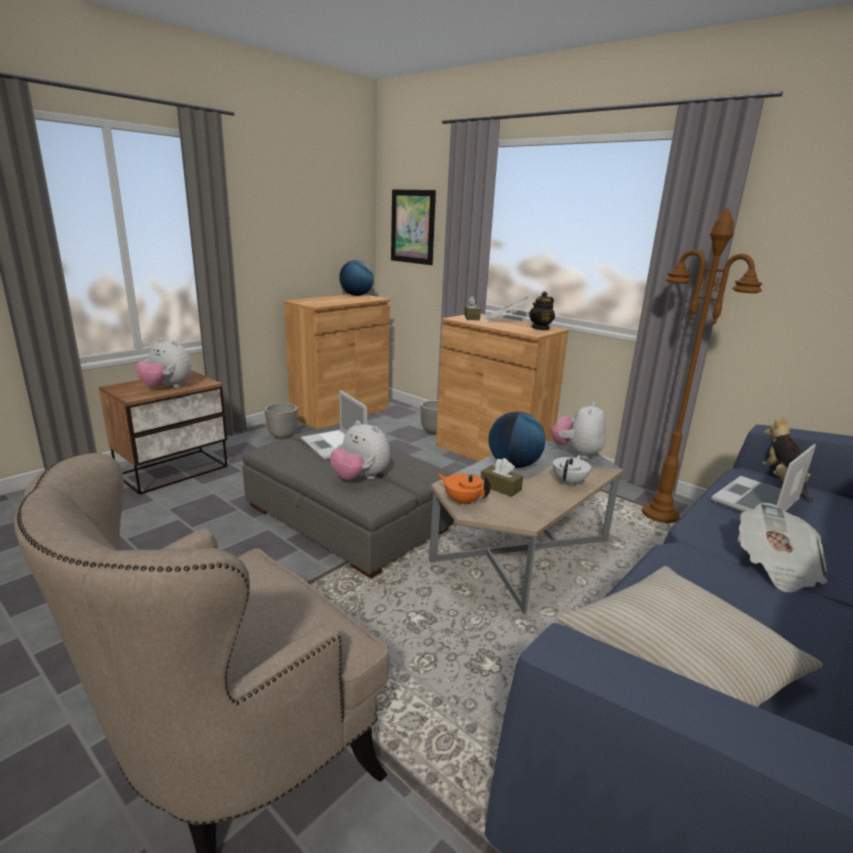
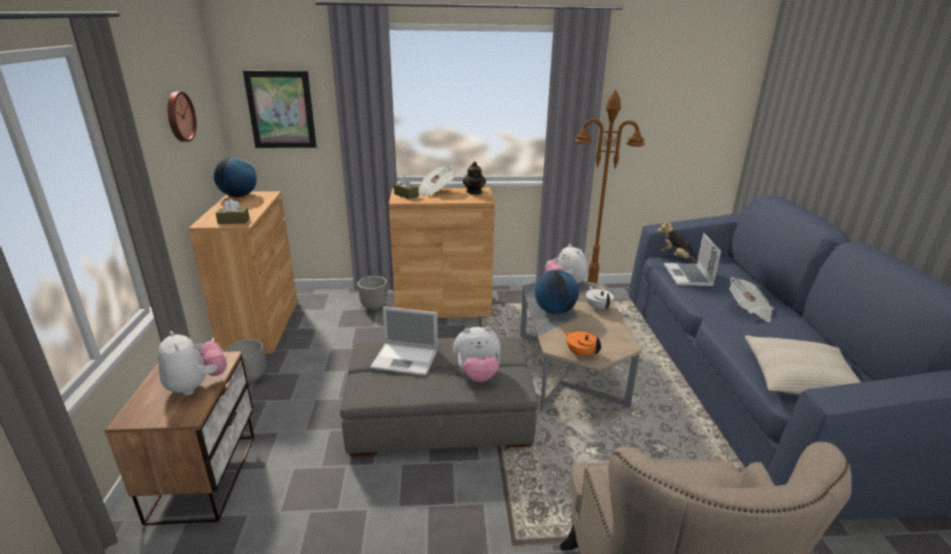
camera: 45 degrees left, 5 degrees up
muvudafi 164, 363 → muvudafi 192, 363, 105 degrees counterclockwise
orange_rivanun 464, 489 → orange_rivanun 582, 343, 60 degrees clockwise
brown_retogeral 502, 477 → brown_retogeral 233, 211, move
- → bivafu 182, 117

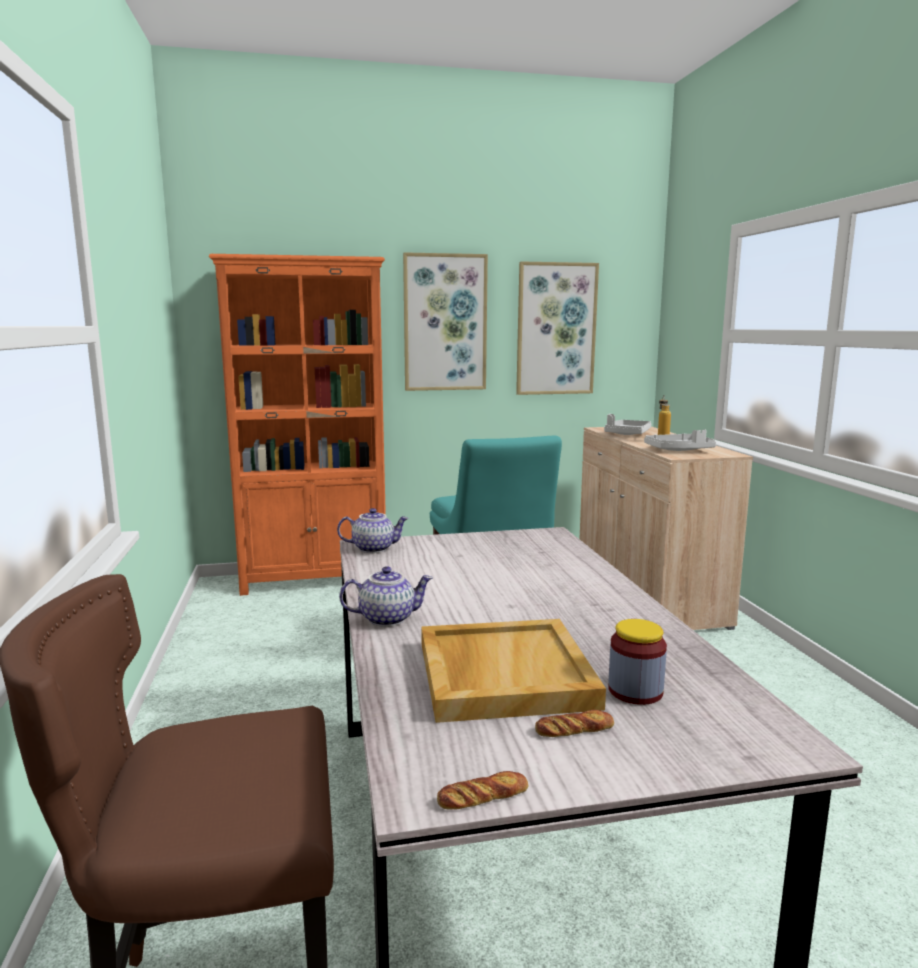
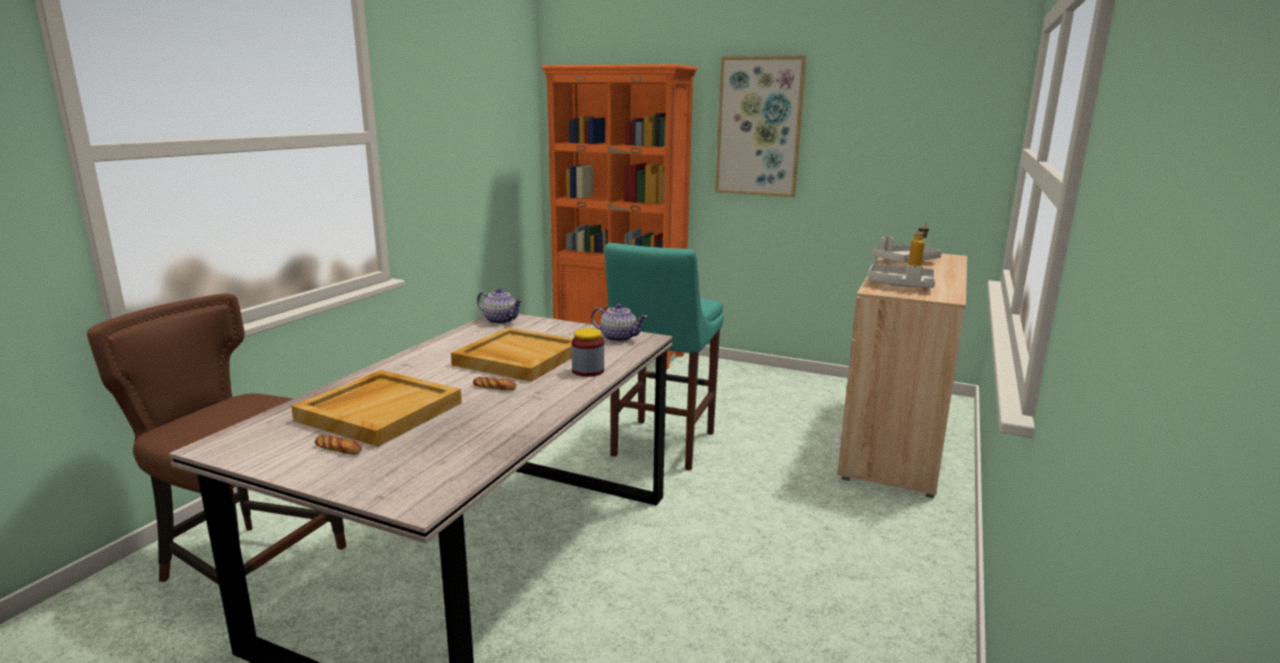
camera: 35 degrees right, 5 degrees up
rivanun 386, 596 → rivanun 619, 322, move
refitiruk 482, 790 → refitiruk 494, 384, move
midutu 557, 328 → -
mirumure 637, 662 → mirumure 588, 352, move
- → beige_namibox 512, 354

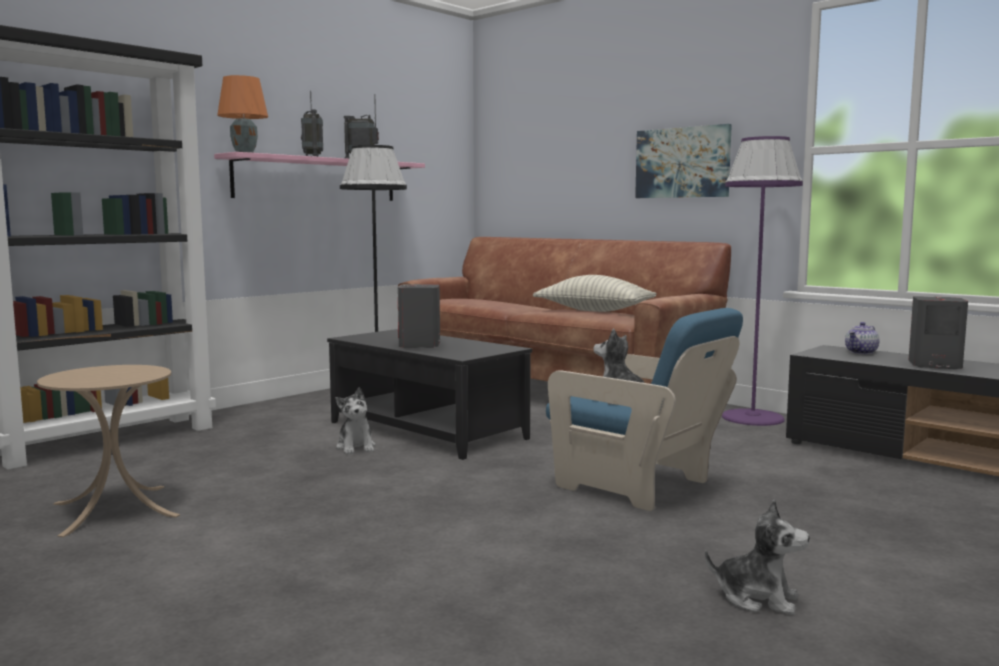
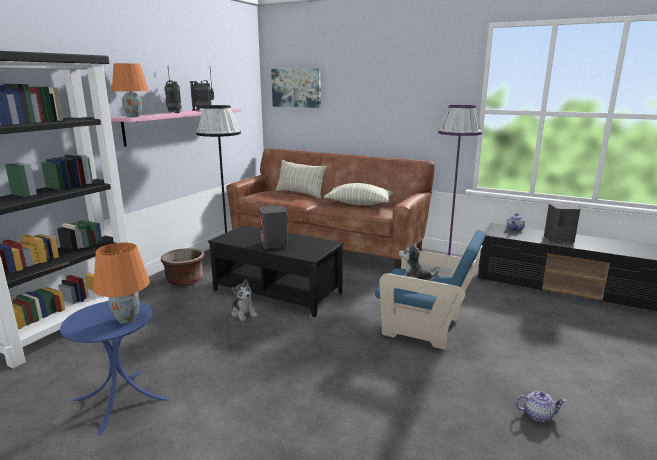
camera: 15 degrees left, 10 degrees up
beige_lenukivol 108, 451 → blue_lenukivol 115, 368
midutu 683, 161 → midutu 296, 88, move
muvudafi 757, 557 → rivanun 540, 406
- → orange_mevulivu 121, 283
- → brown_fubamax 183, 267
- → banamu 301, 179

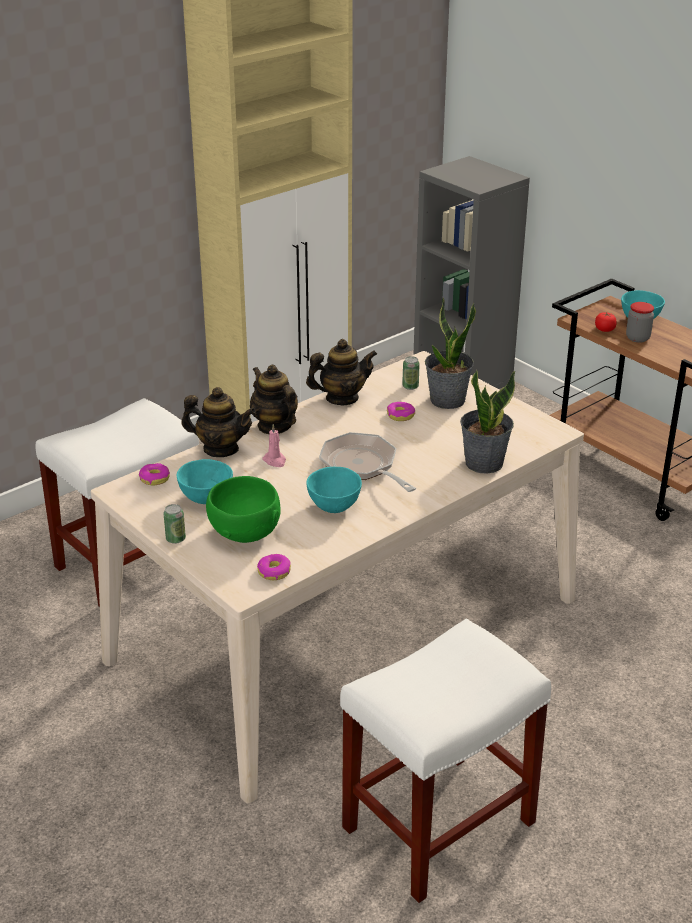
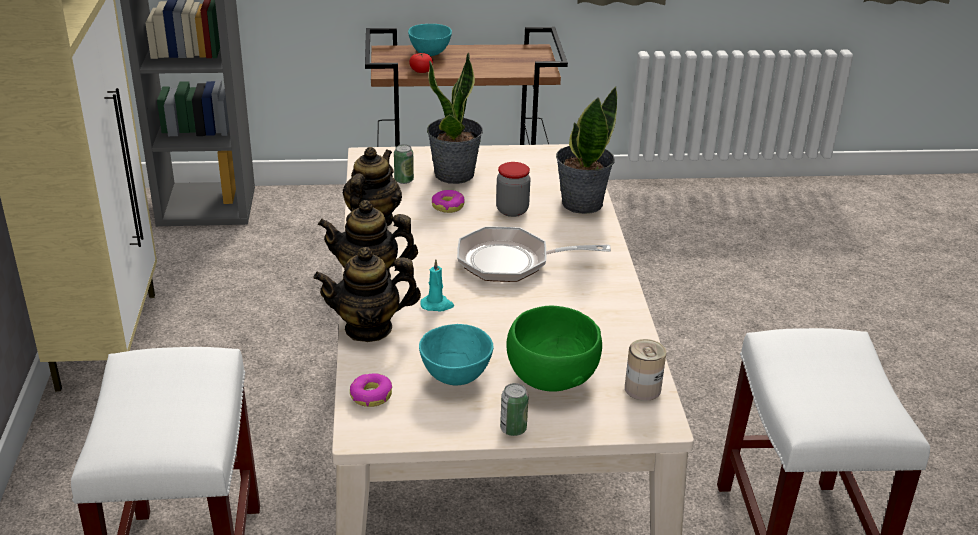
camera: 55 degrees left, 0 degrees up
rivanun 218, 422 → rivanun 367, 294, 150 degrees counterclockwise
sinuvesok 274, 567 → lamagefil 645, 370
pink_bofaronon 274, 445 → turquoise_bofaronon 437, 285
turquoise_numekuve 334, 490 → -
mirumure 640, 322 → mirumure 513, 189, move

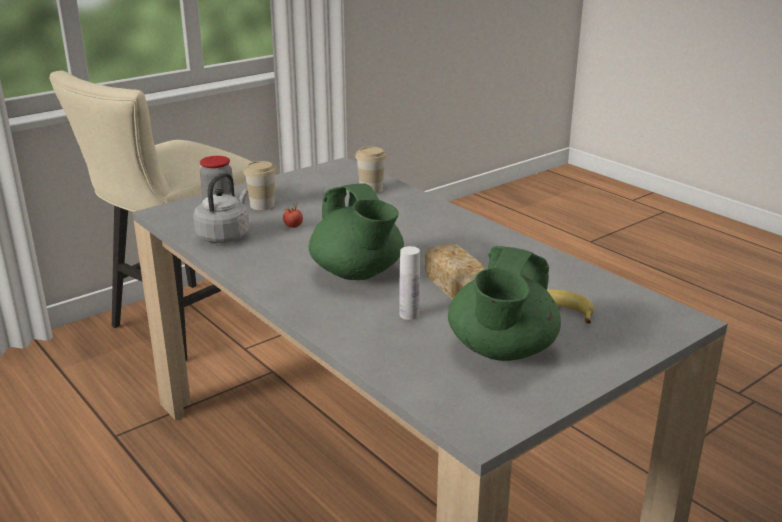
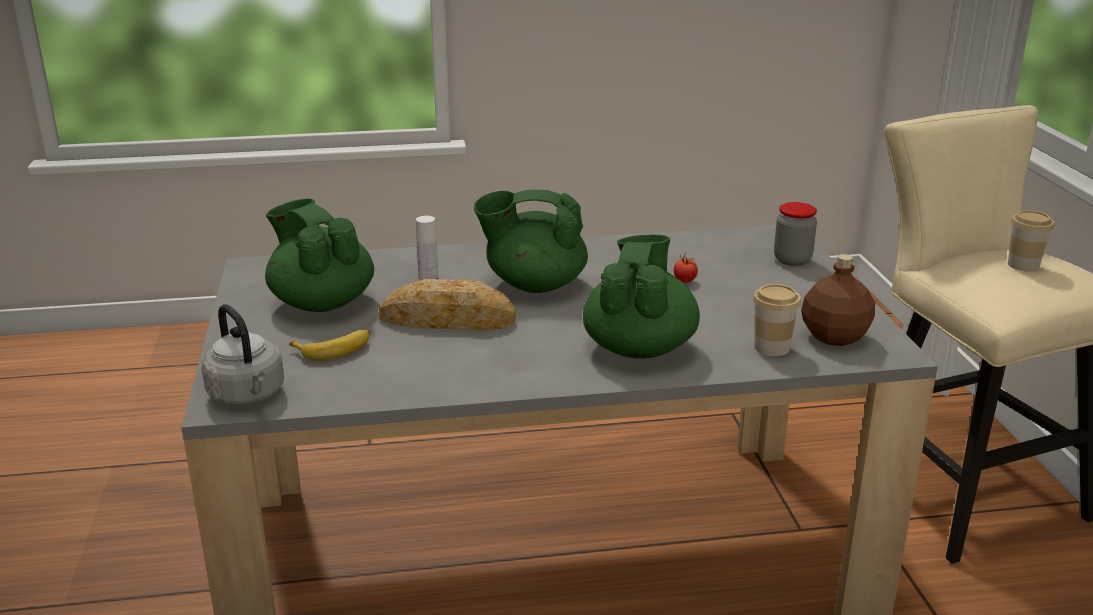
camera: 120 degrees right, 0 degrees up
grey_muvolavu 221, 208 → grey_muvolavu 243, 355, move
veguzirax 259, 185 → veguzirax 1031, 241, move
- → green_rivanun 641, 297
- → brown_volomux 838, 300

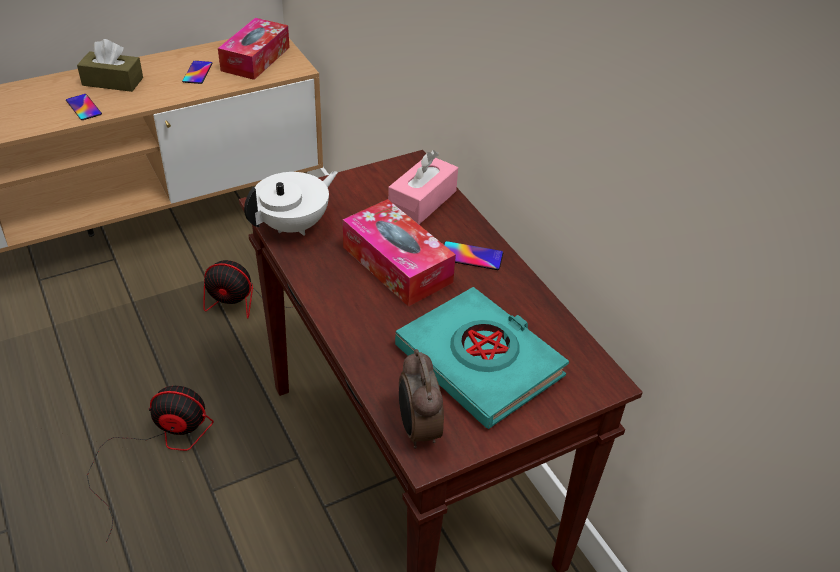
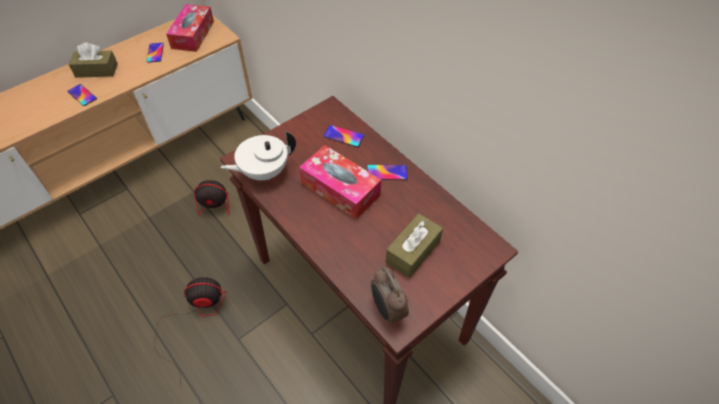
camera: 10 degrees left, 10 degrees up
white_rivanun 291, 203 → white_rivanun 258, 155, 150 degrees counterclockwise
pink_retogeral 423, 187 → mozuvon 344, 136
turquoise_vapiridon 482, 358 → brown_retogeral 414, 245

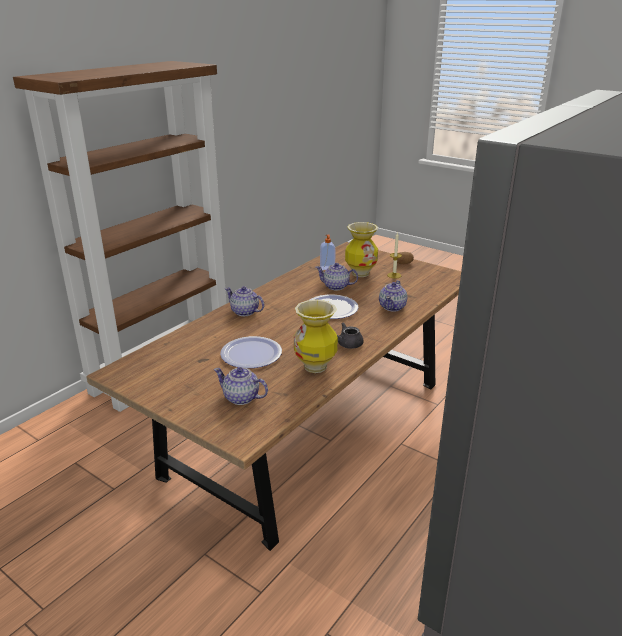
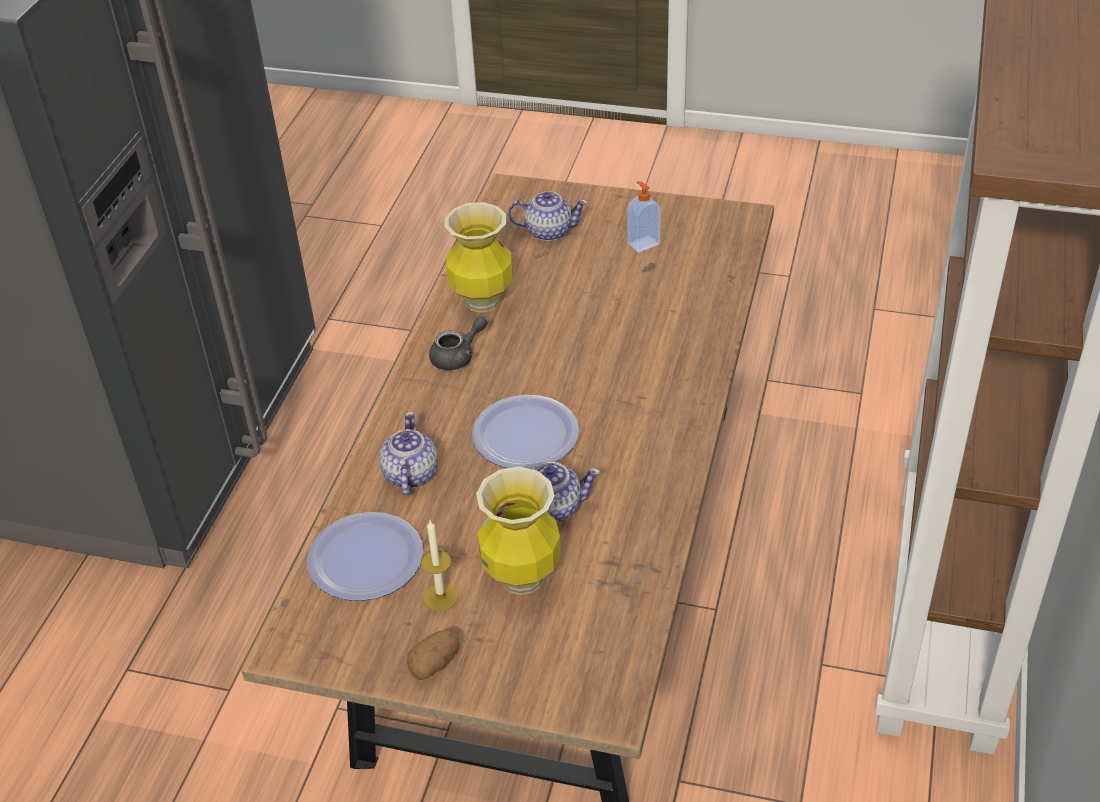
camera: 160 degrees right, 15 degrees up
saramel 251, 352 → saramel 365, 556, move
rivanun 244, 301 → -
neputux 328, 252 → neputux 644, 217, move

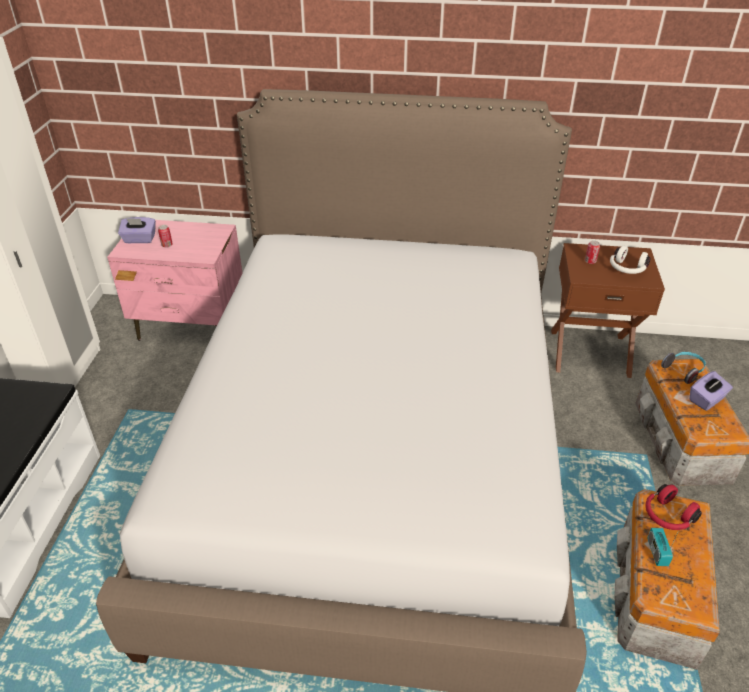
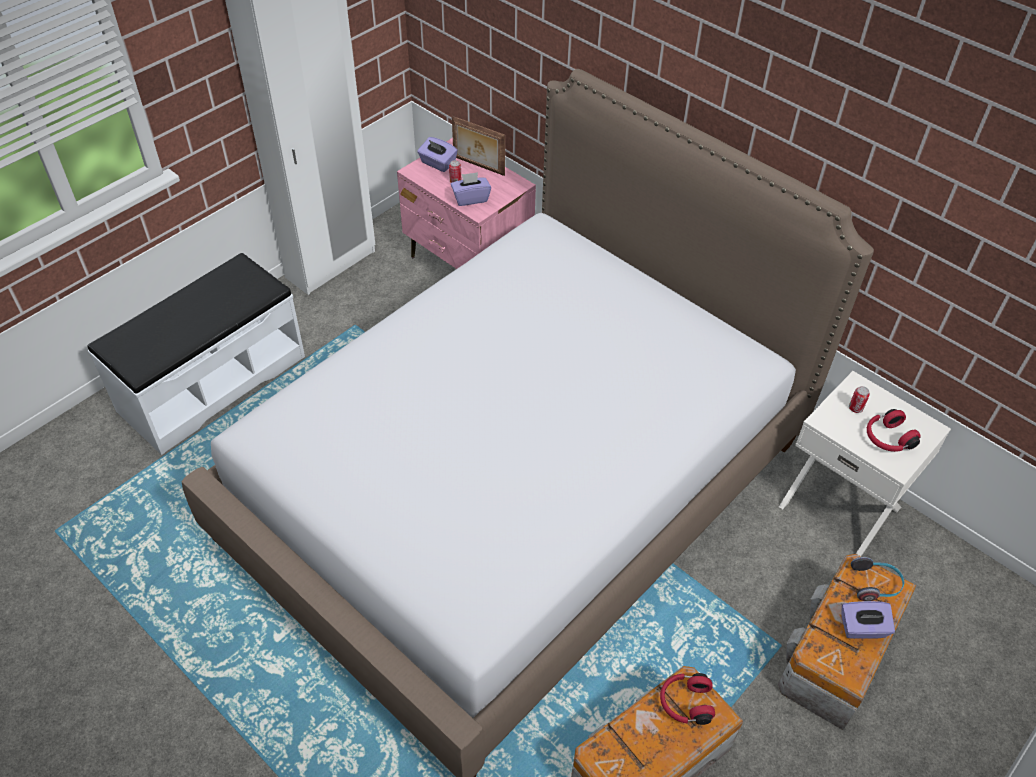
camera: 35 degrees right, 10 degrees up
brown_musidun 608, 310 → white_musidun 865, 463
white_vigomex 630, 260 → red_vigomex 894, 430
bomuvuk 663, 547 → -
- → purple_retogeral 471, 189
- → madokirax 478, 146

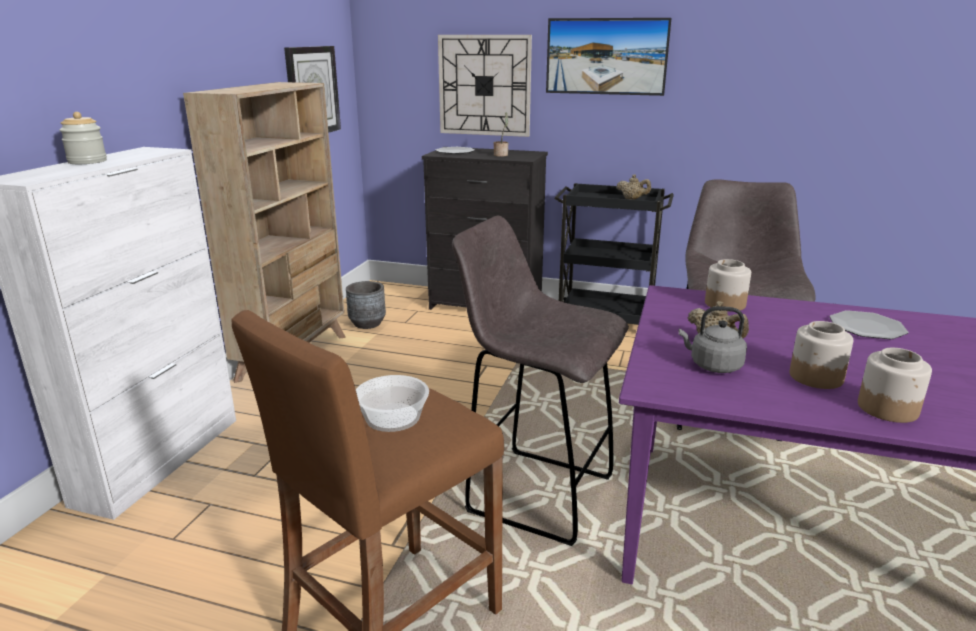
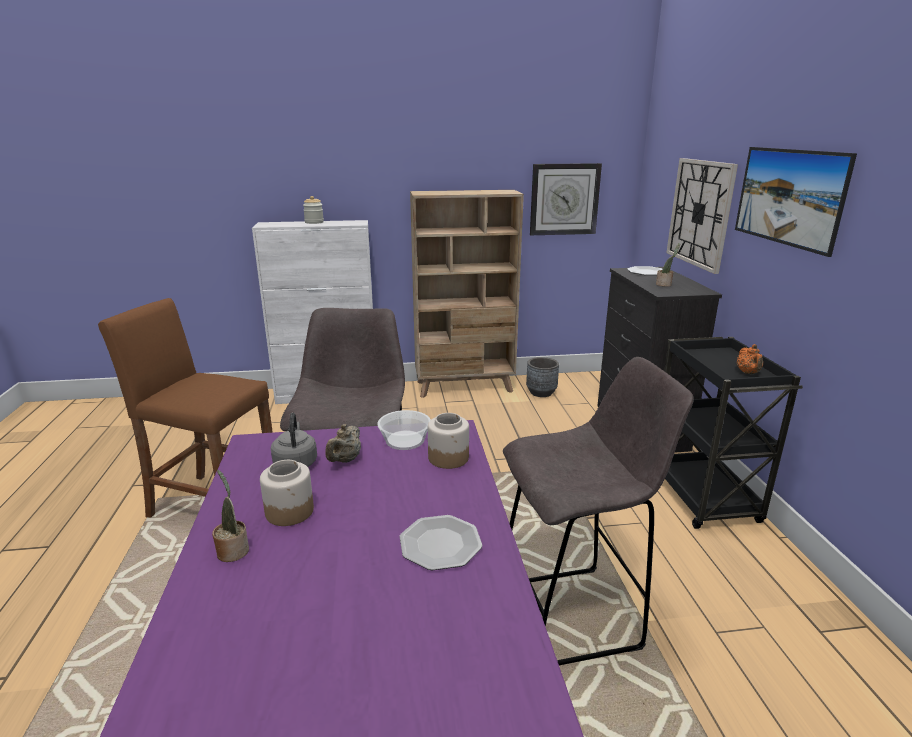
camera: 65 degrees right, 0 degrees up
numekuve 392, 403 → numekuve 404, 430, move
beige_rivanun 634, 187 → orange_rivanun 750, 359
mirumure 895, 385 → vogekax 230, 516

